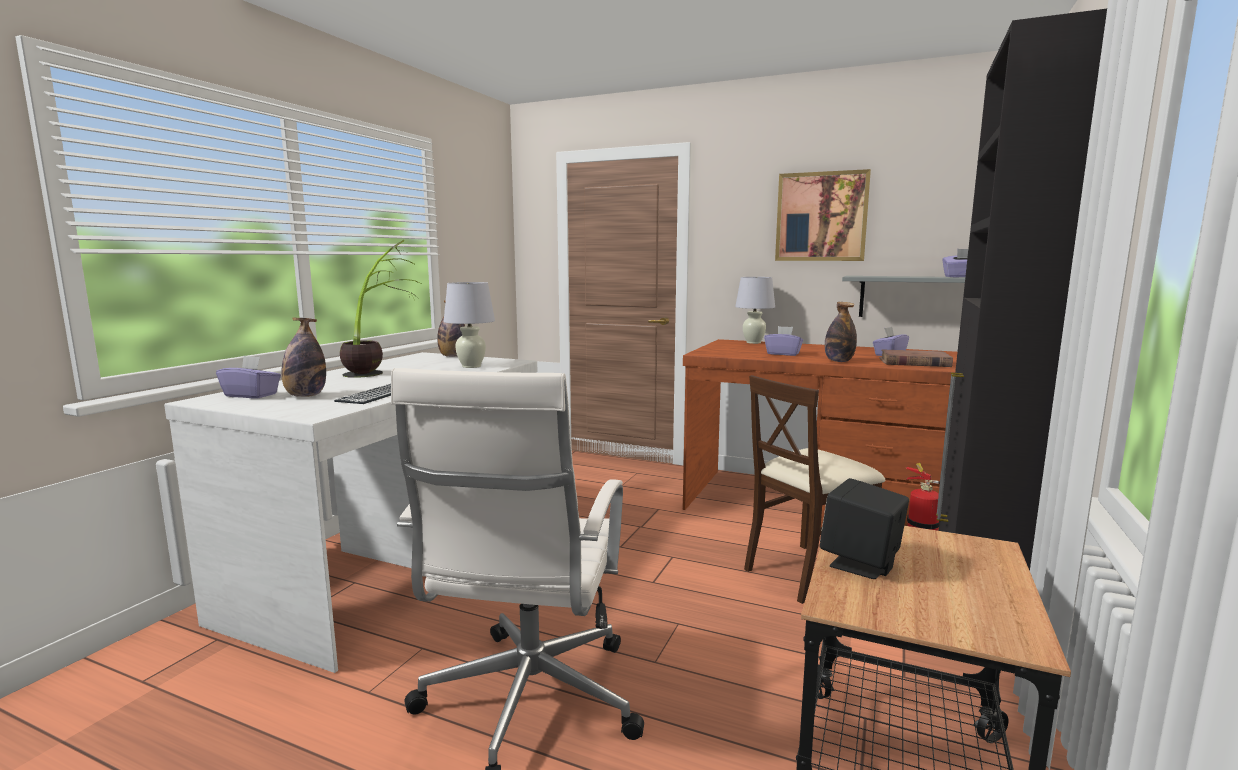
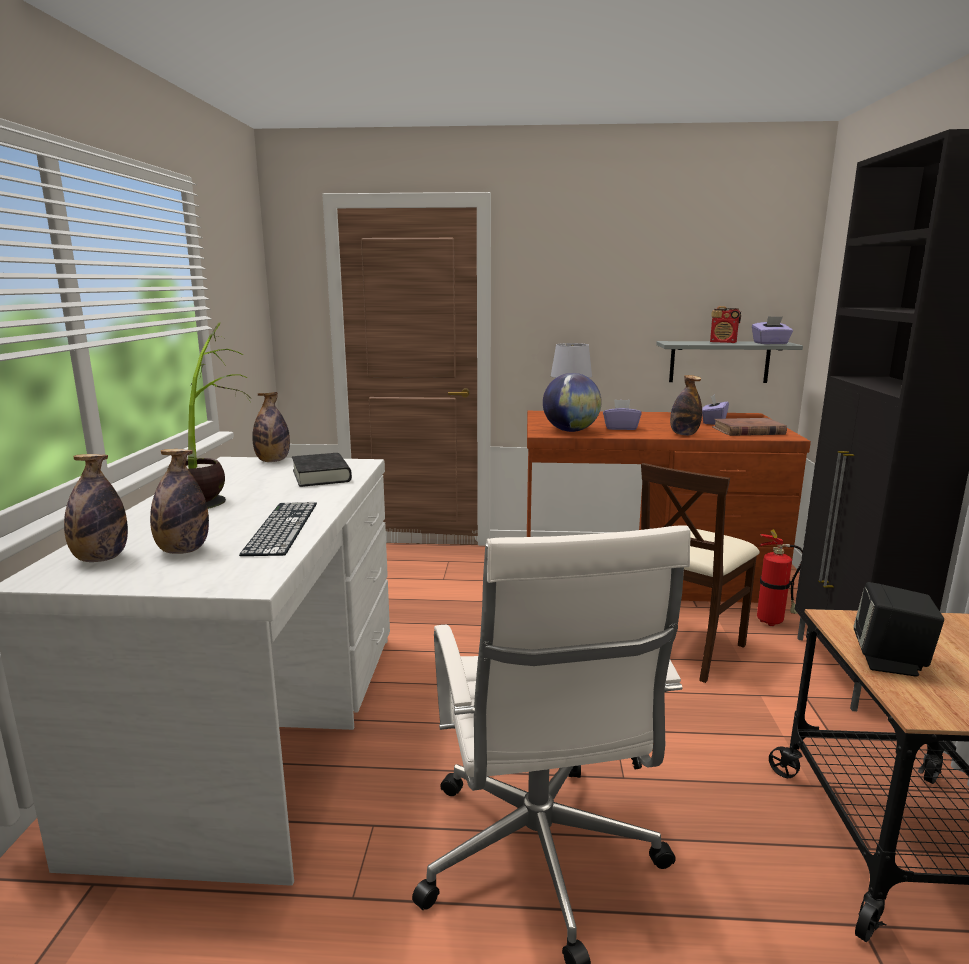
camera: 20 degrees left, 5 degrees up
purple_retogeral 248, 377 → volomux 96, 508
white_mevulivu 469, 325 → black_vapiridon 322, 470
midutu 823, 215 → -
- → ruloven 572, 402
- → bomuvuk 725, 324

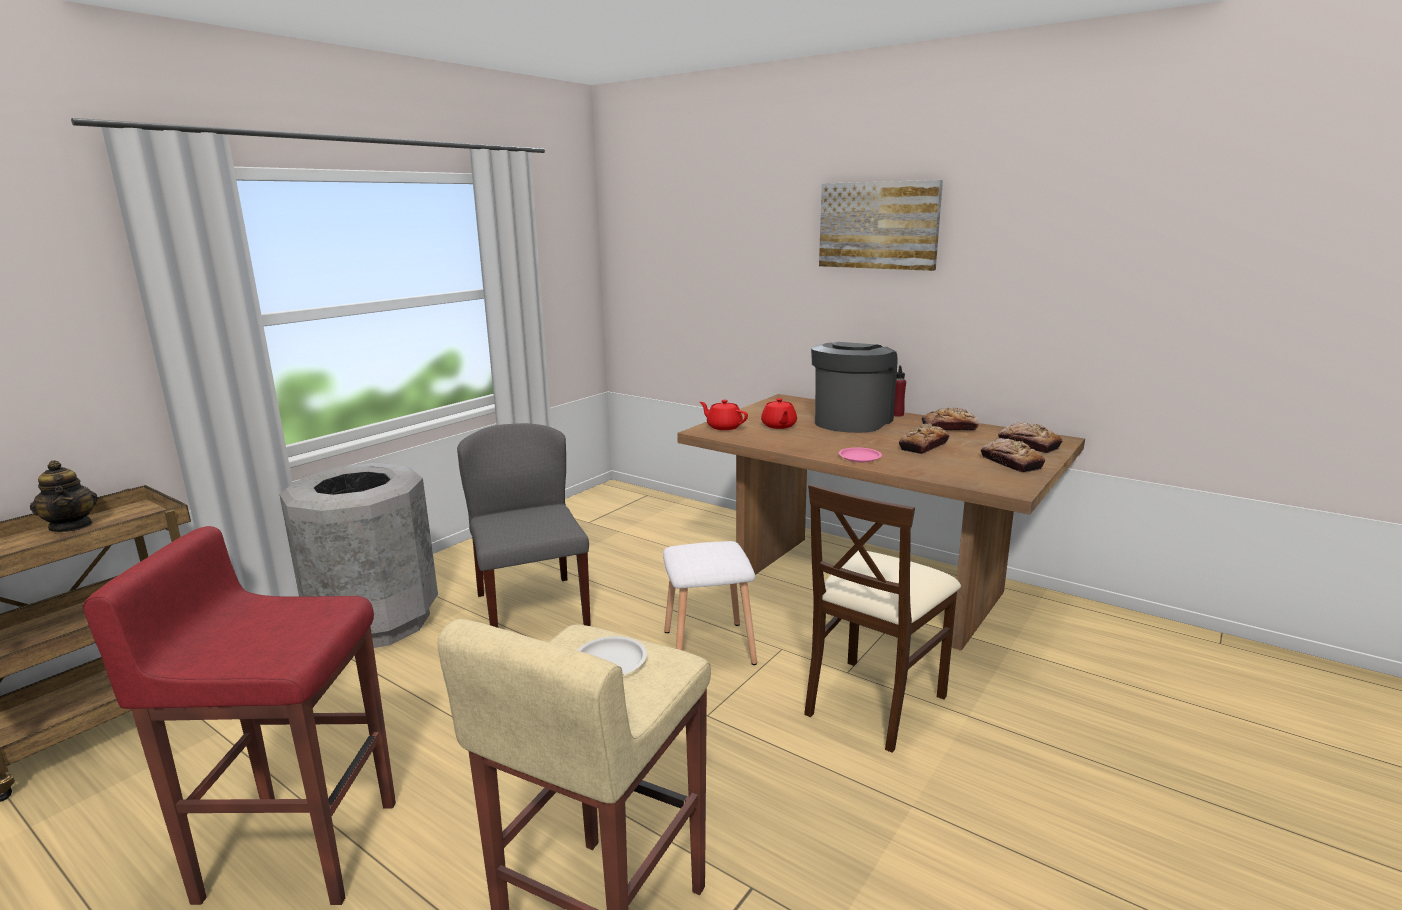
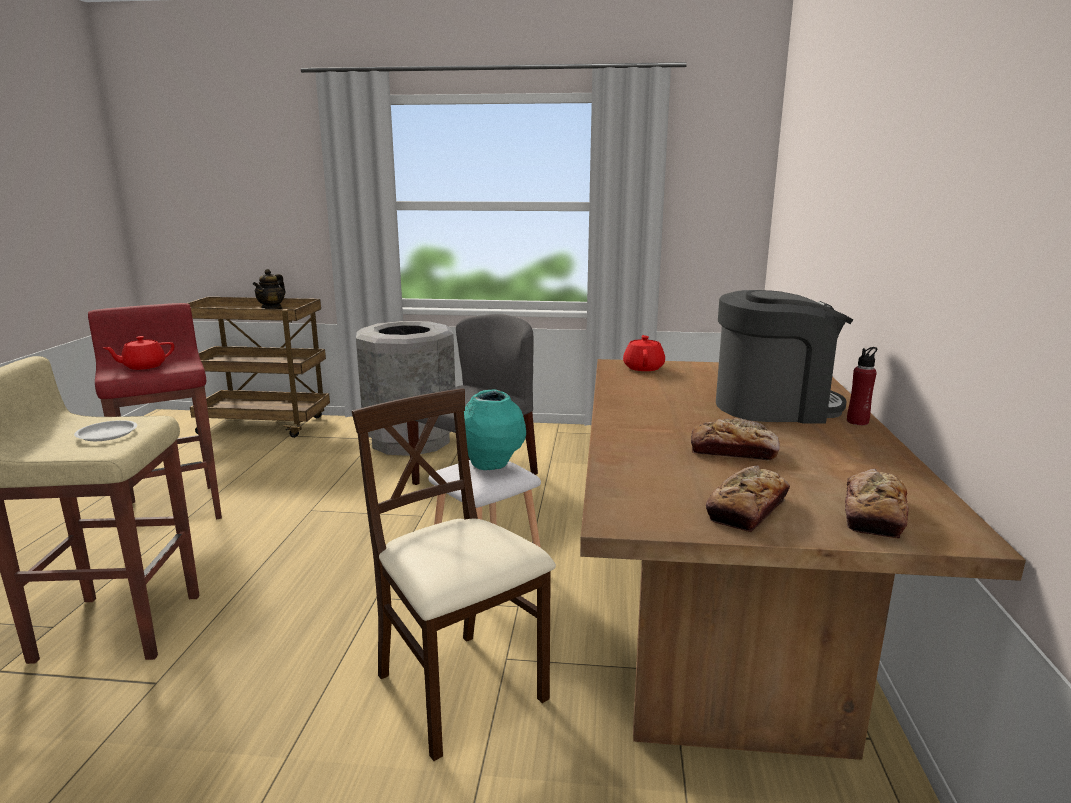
camera: 60 degrees right, 0 degrees up
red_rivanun 779, 413 → red_rivanun 138, 353, move
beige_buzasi 882, 618 → beige_buzasi 454, 574, 45 degrees clockwise
midutu 881, 225 → -
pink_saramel 860, 454 → -
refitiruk 950, 419 → -
- → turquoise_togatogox 495, 430

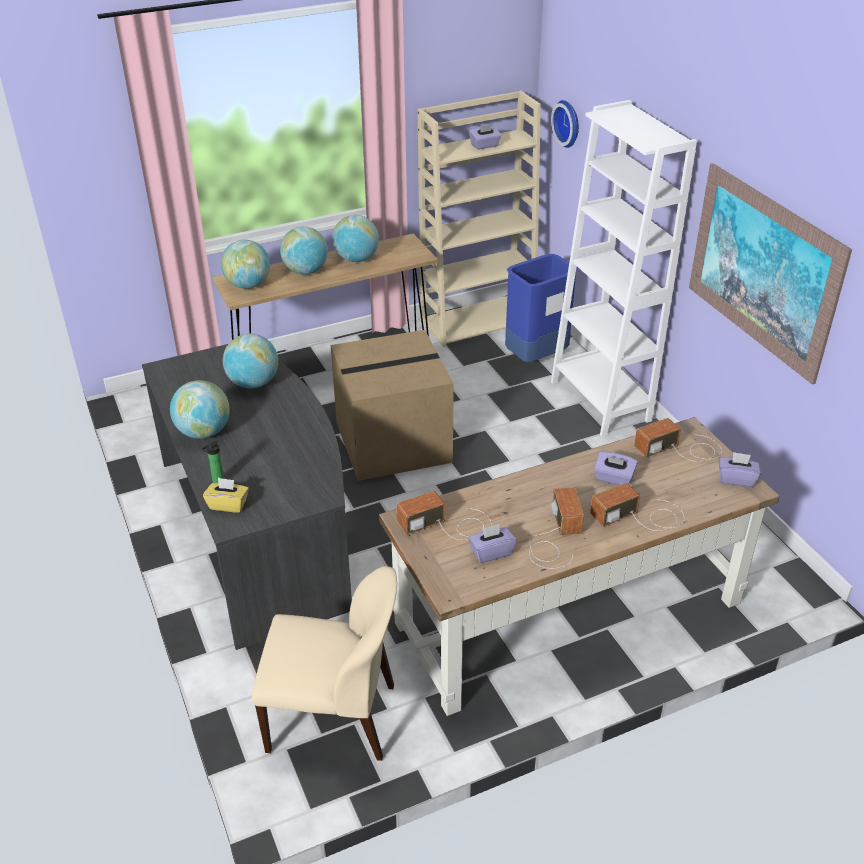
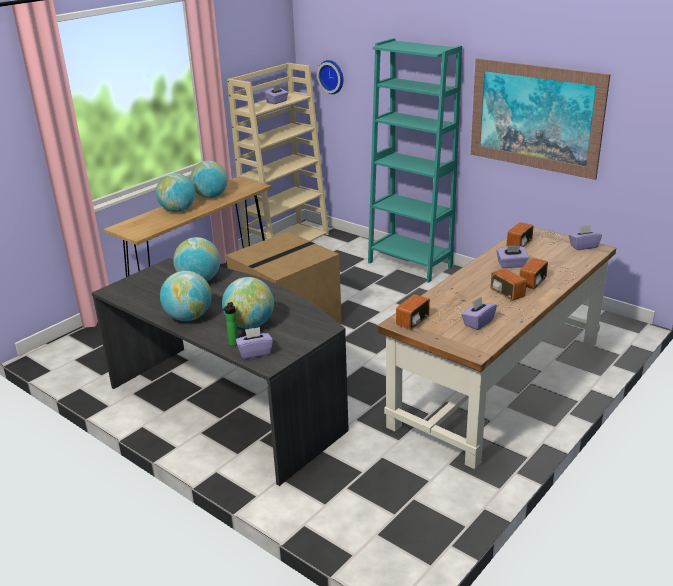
camera: 25 degrees left, 10 degrees down
yellow_retogeral 226, 495 → purple_retogeral 254, 343
ruloven 245, 264 → ruloven 248, 303, move
beige_buzasi 324, 663 → -
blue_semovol 541, 308 → -
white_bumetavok 624, 268 → turquoise_bumetavok 415, 160

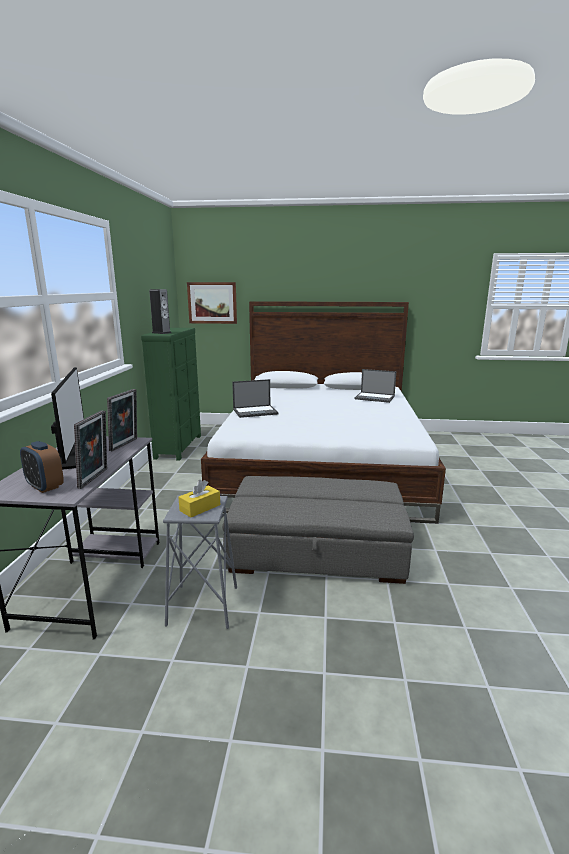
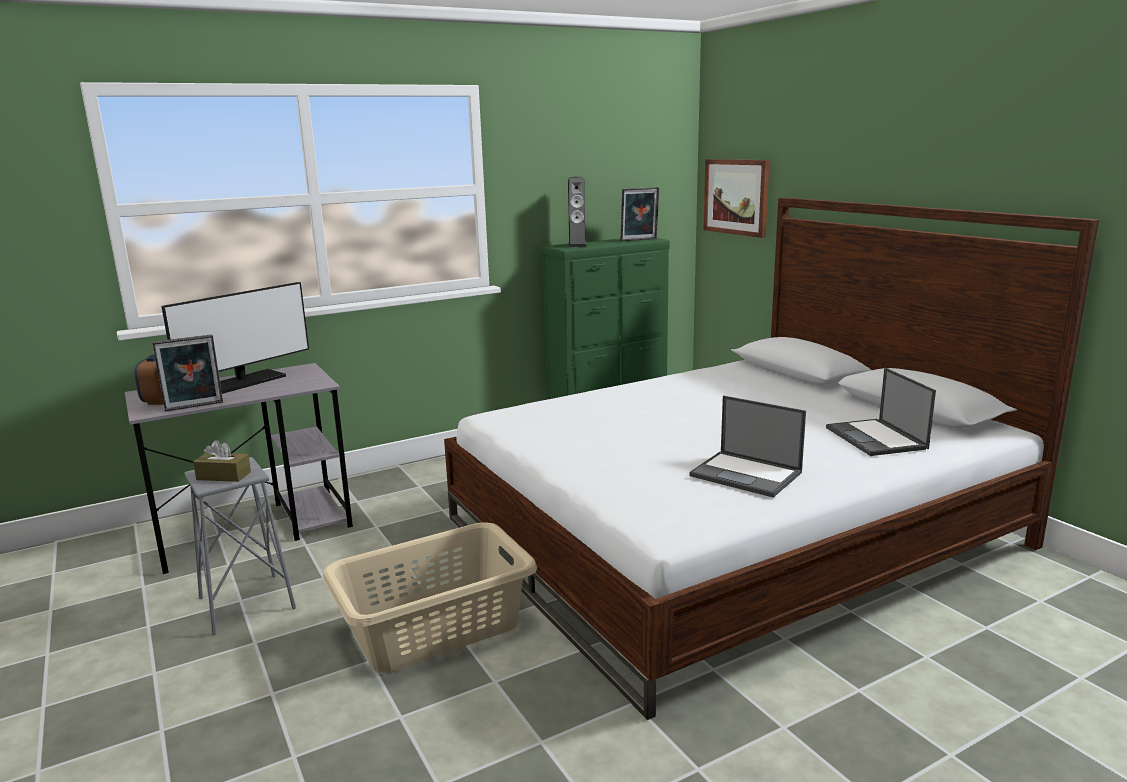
camera: 55 degrees right, 0 degrees up
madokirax 122, 420 → madokirax 639, 214, move
yellow_retogeral 199, 498 → brown_retogeral 222, 461
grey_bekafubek 318, 530 → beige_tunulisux 430, 597
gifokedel 255, 398 → gifokedel 747, 446, move

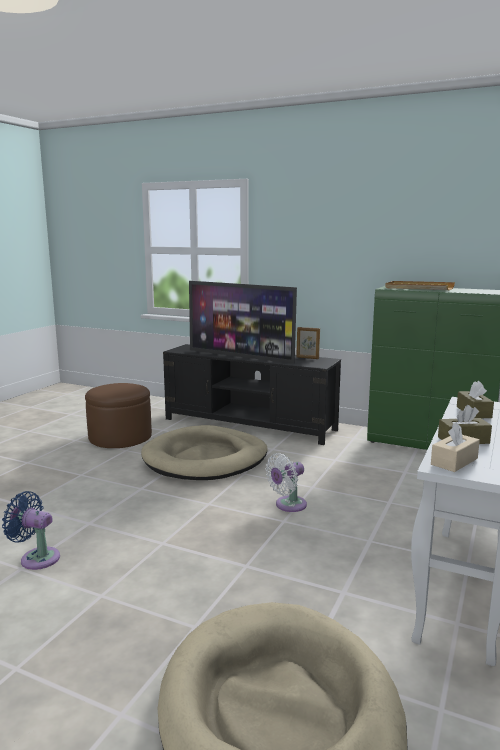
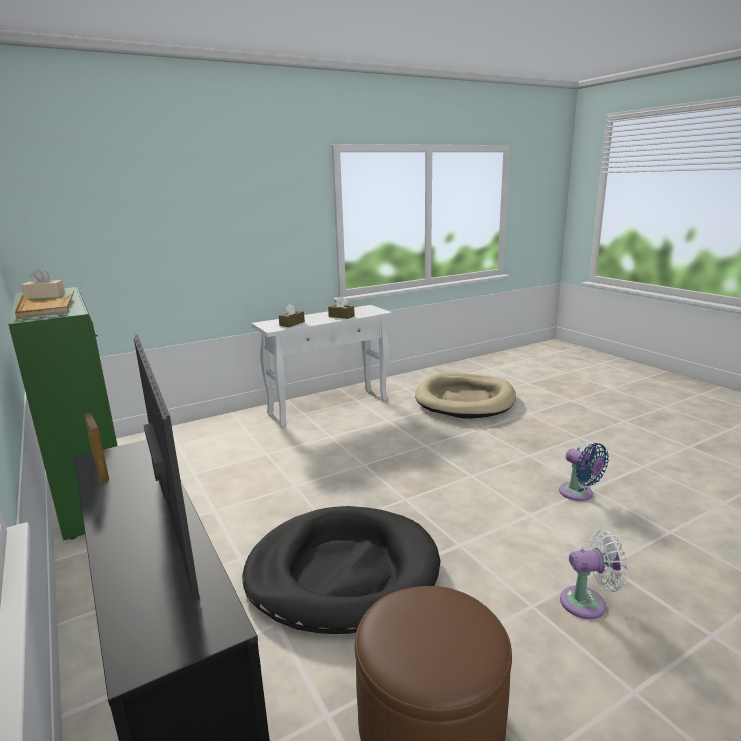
camera: 145 degrees left, 5 degrees up
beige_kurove 204, 452 → black_kurove 341, 570
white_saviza 286, 482 → white_saviza 594, 574, move
beige_retogeral 455, 447 → beige_retogeral 43, 284, move

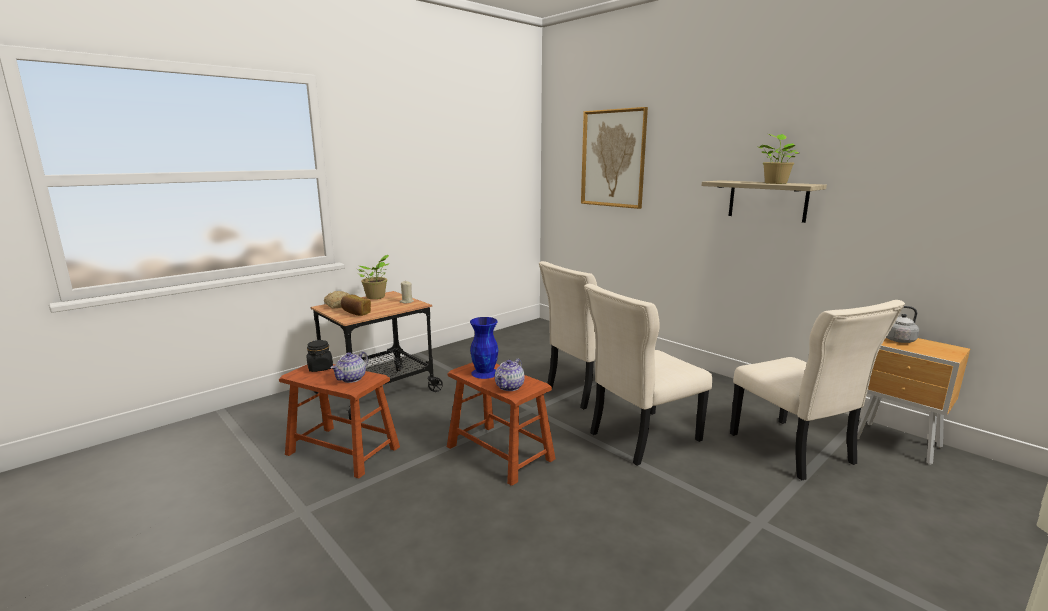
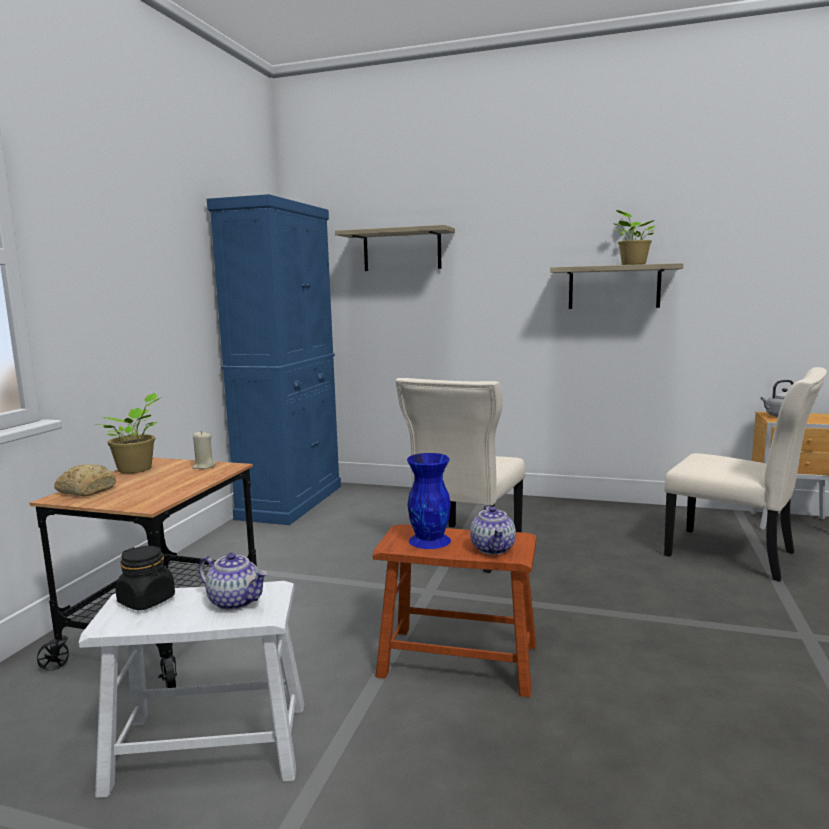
camera: 30 degrees left, 5 degrees down
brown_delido 339, 421 → white_delido 191, 689
rivanun 349, 367 → rivanun 233, 581, 60 degrees counterclockwise
refitiruk 356, 305 → -
midutu 614, 158 → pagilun 395, 248
beige_buzasi 648, 375 → -
- → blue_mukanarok 274, 359

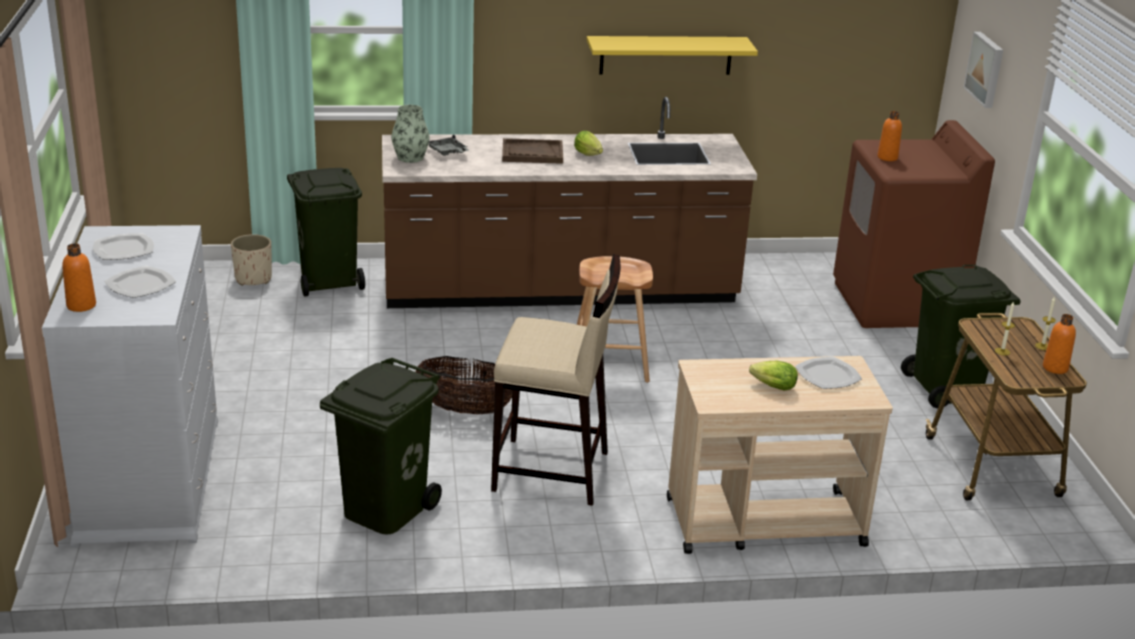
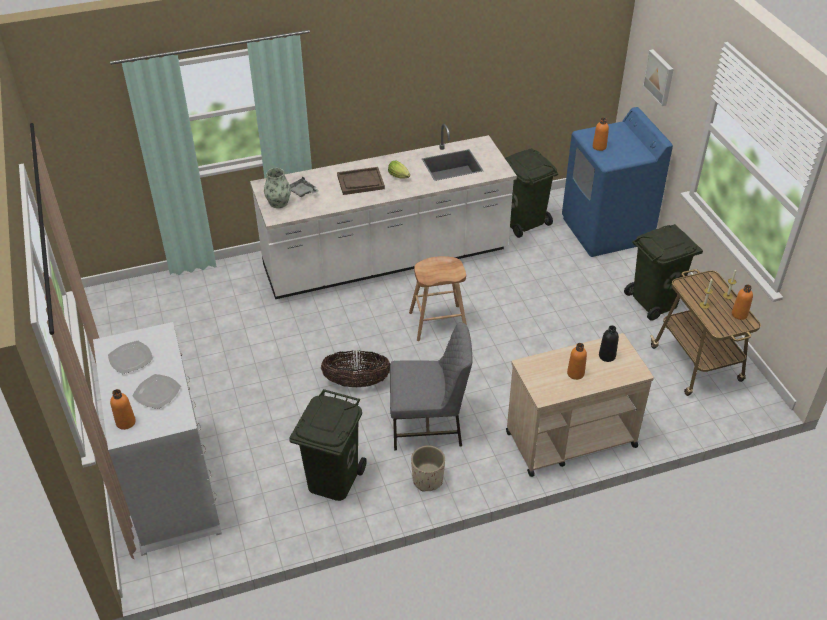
camera: 10 degrees left, 15 degrees up
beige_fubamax 251, 260 → beige_fubamax 428, 469, move
green_semovol 326, 232 → green_semovol 531, 193, move
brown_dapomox 569, 202 → white_dapomox 383, 211
beige_delido 555, 380 → grey_buzasi 431, 386
yellow_pagilun 672, 55 → -
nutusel 773, 376 → orange_volomux 577, 361
saramel 828, 373 → black_volomux 609, 343
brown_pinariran 914, 224 → blue_pinariran 617, 182

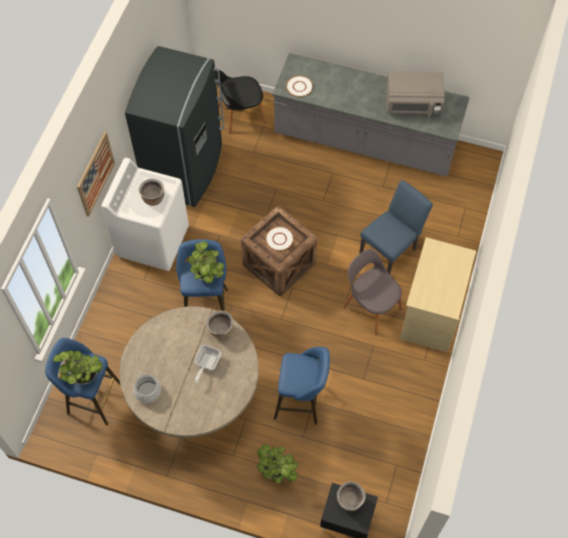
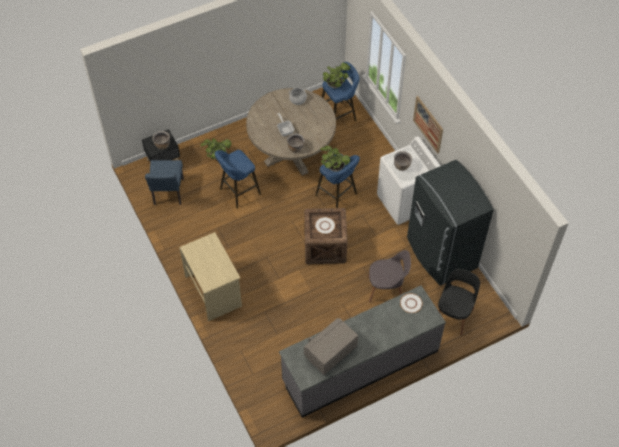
camera: 135 degrees right, 5 degrees down
grey_buzasi 372, 292 → grey_buzasi 389, 276, move
blue_buzasi 396, 227 → blue_buzasi 164, 182, move

